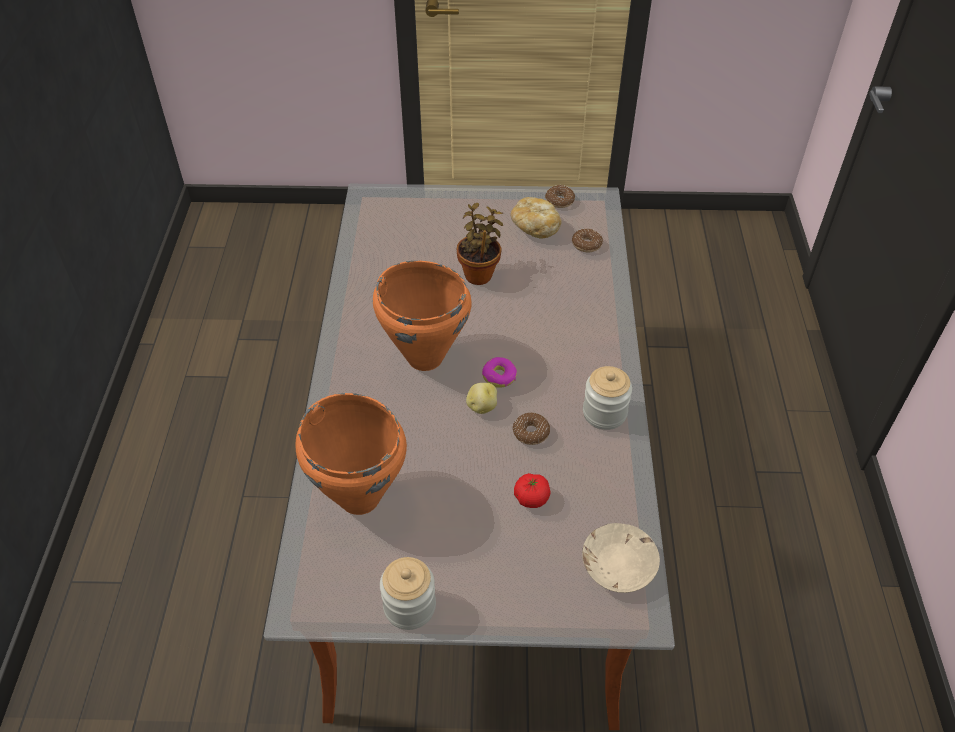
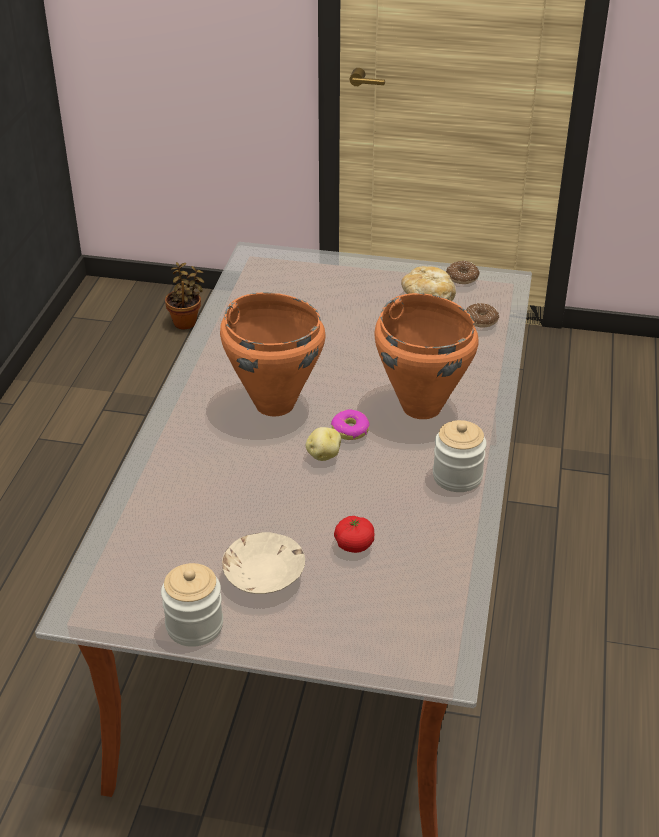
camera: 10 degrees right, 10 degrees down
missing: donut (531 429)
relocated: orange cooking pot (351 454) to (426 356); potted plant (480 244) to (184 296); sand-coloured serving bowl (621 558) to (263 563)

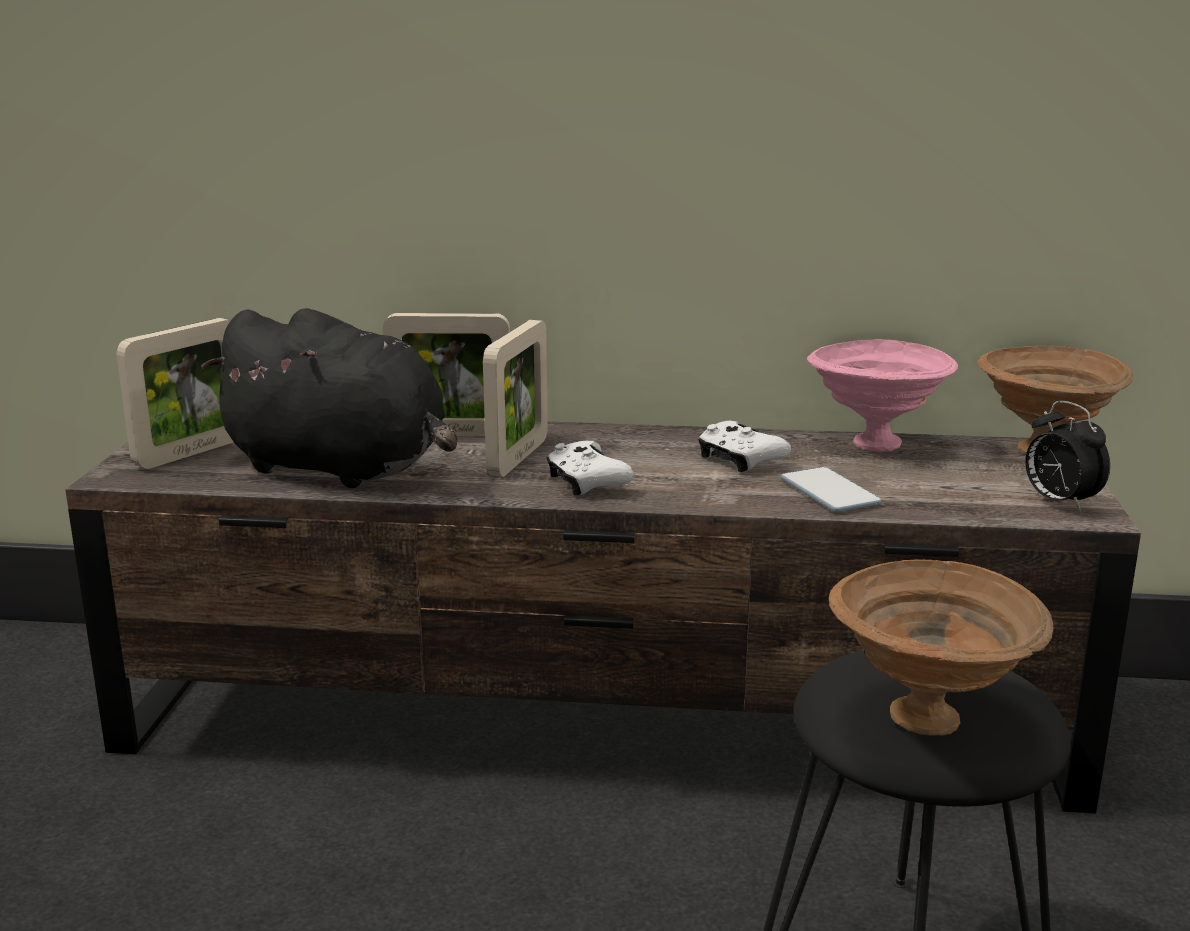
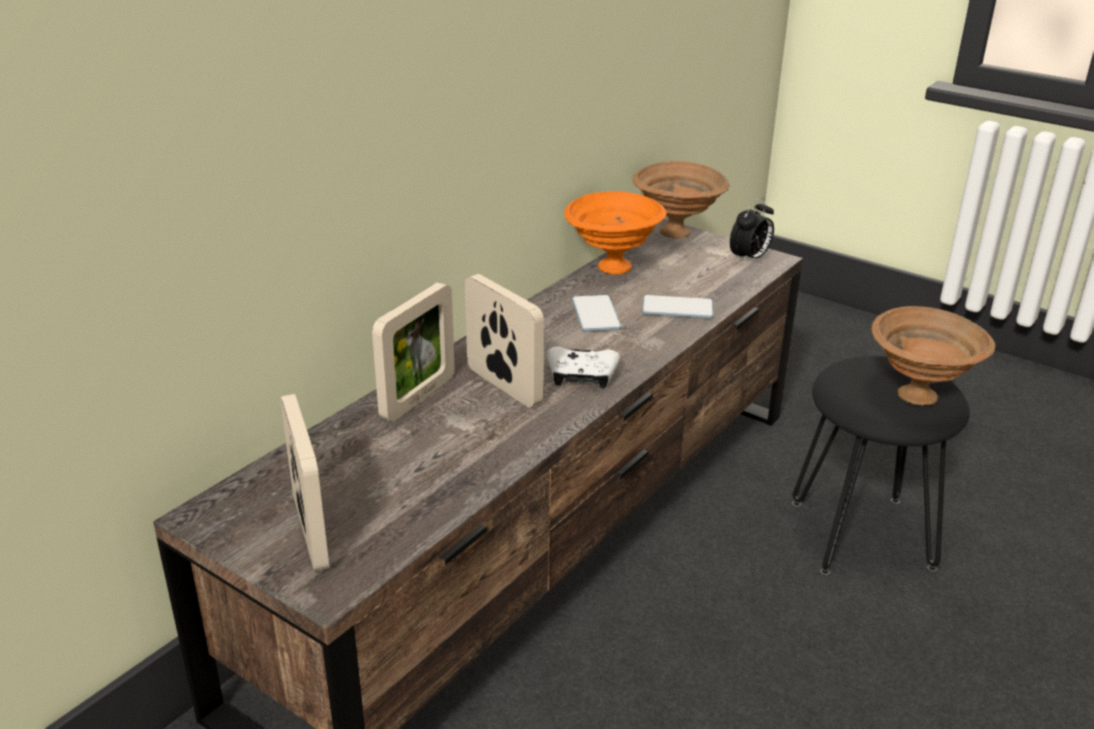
camera: 60 degrees left, 10 degrees up
missing: black plush toy (328 398)
exchanged: white-coloured game controller (744 446) to phone (596 313)
colour: pinkish serving bowl (882 395) to orange serving bowl (615 233)
spun: table clock (1067 456) = (752 231) 45 degrees counterclockwise

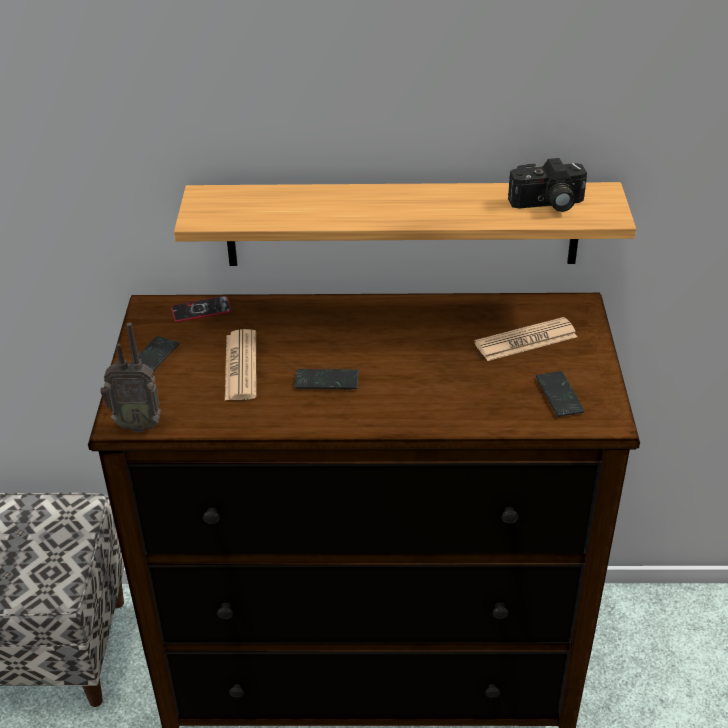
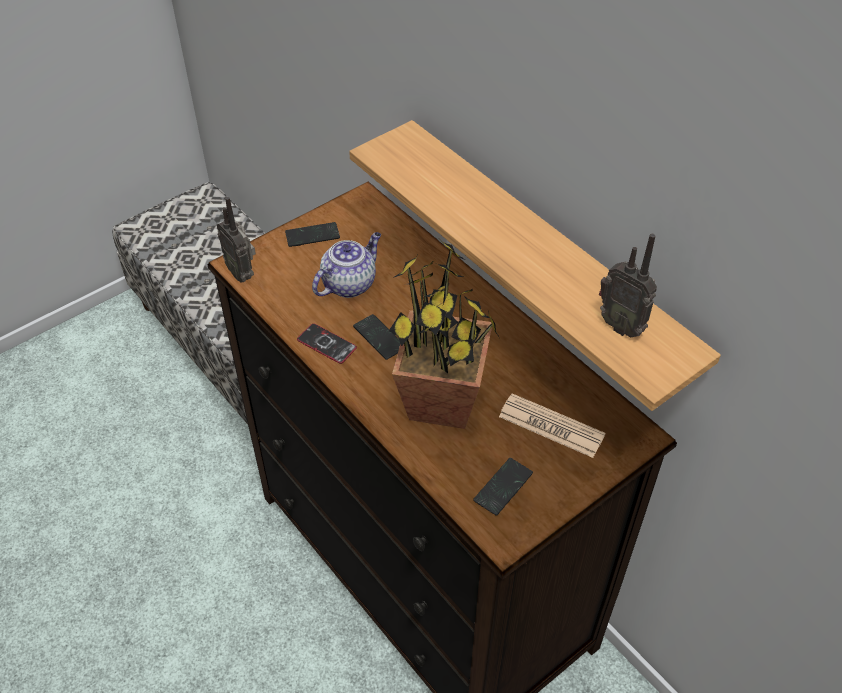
camera: 50 degrees right, 10 degrees up
appeared: potted plant (444 335)
relocated: phone (201 309) to (327 343)
exchanged: newspaper (241 364) to teapot (346 265); still camera (547 185) to radio set (628 285)

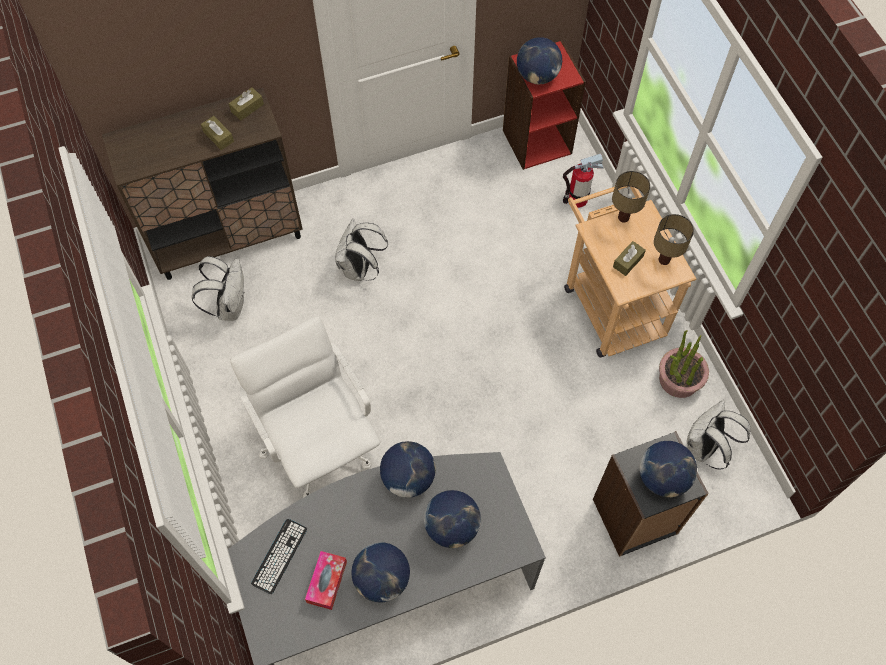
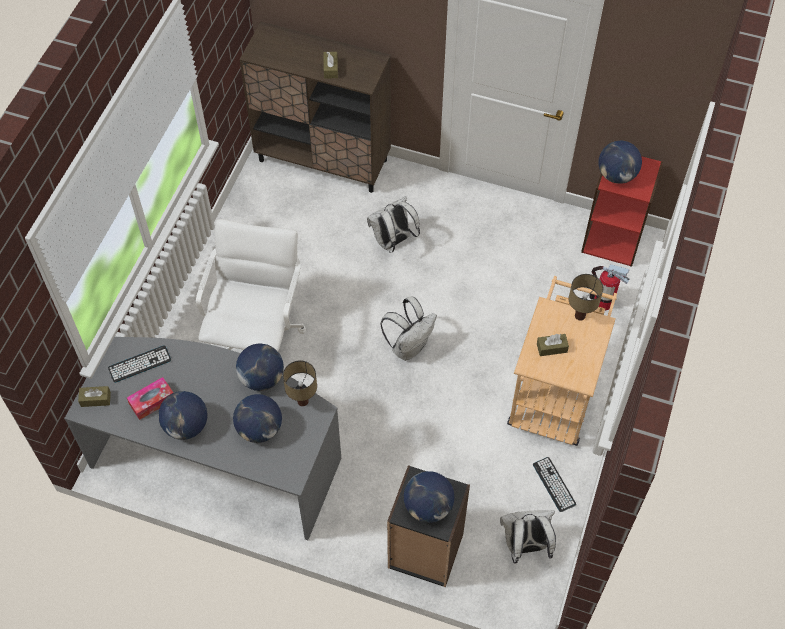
camera: 40 degrees right, 5 degrees down
relocated: white-coloured backpack (218 288) to (408 329); brown-coloured box of tissues (246 104) to (94 396); lamp for a table (674 239) to (300 383)
exchanged: potted plant (684 364) to computer keyboard (554 484)

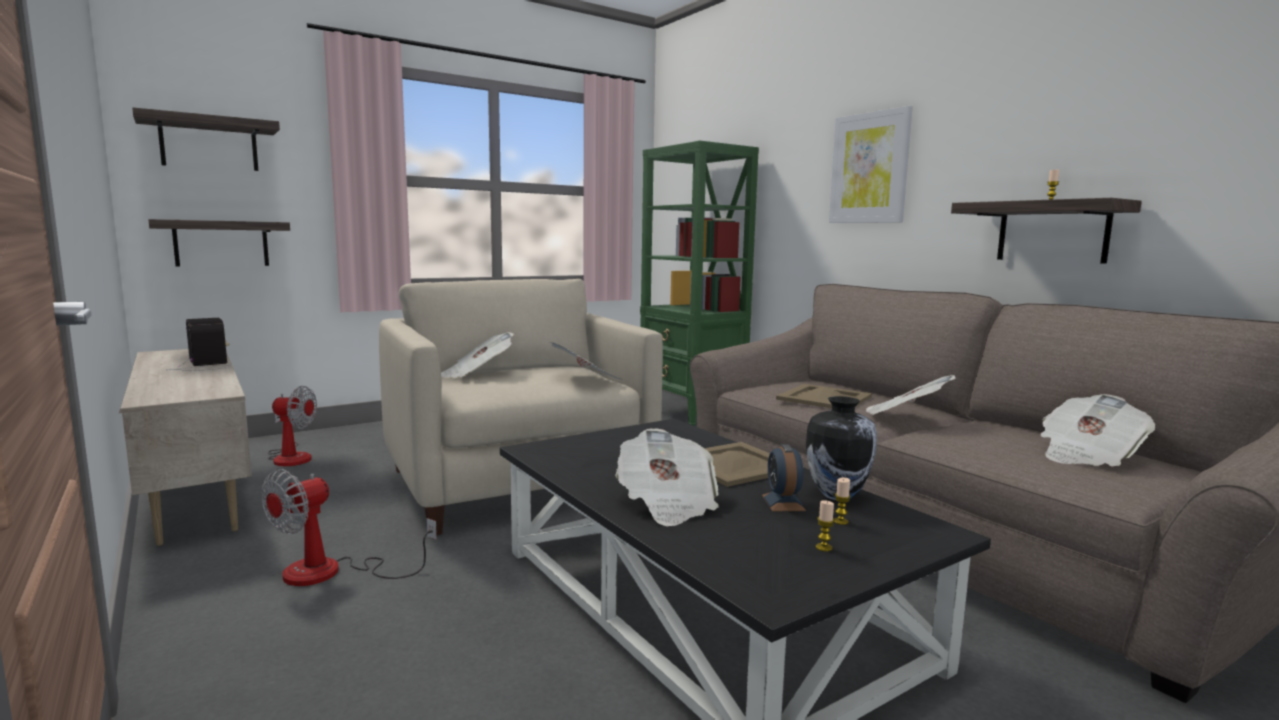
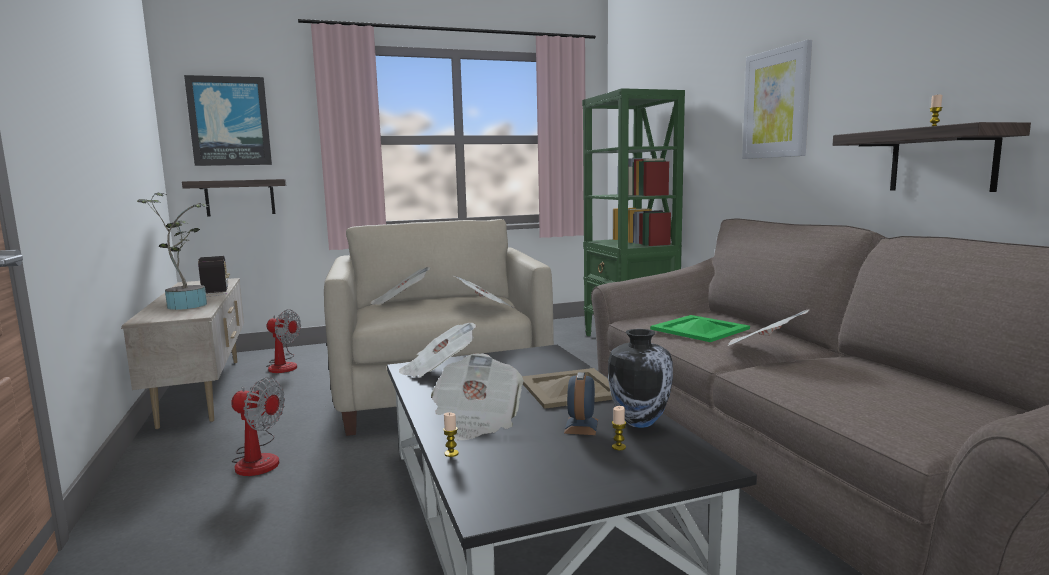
camera: 15 degrees right, 0 degrees up
appeared: potted plant (172 251)
relocated: candle (825 526) to (451 434); newspaper (1098 430) to (438 350)
exchanged: bracket shelf (206 139) to wall picture (228 120)
colour: sand-coloured tray (824 396) to green tray (700 328)
spun: electric fan (349 527) = (258 427) 120 degrees counterclockwise

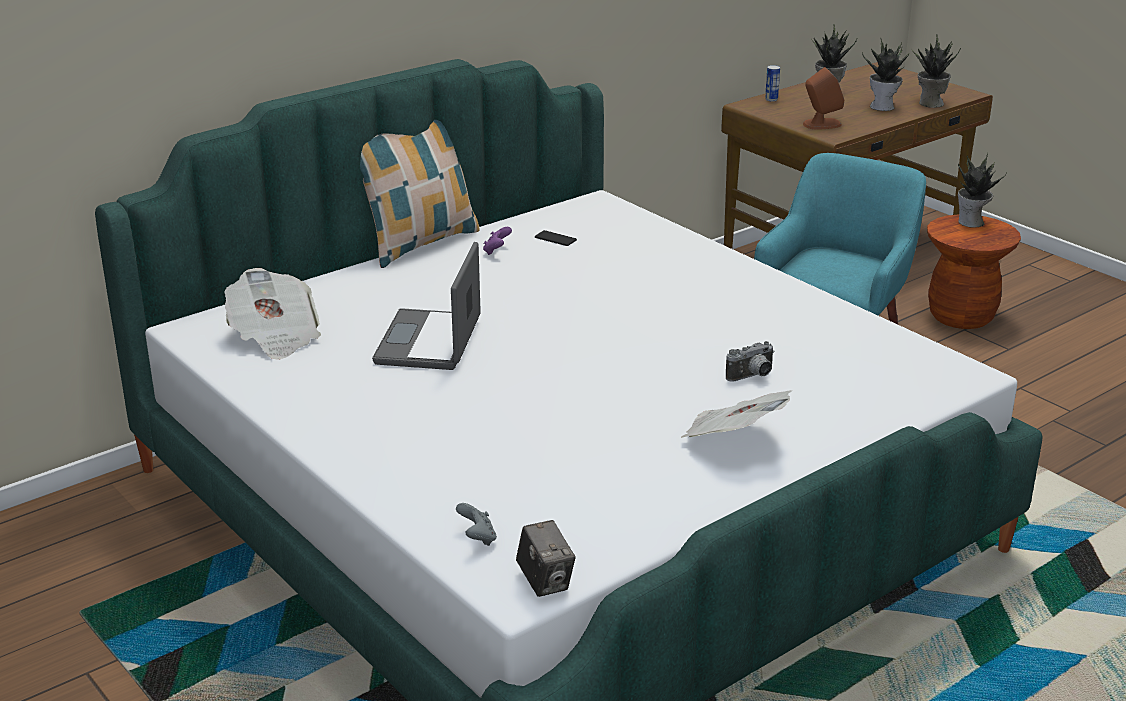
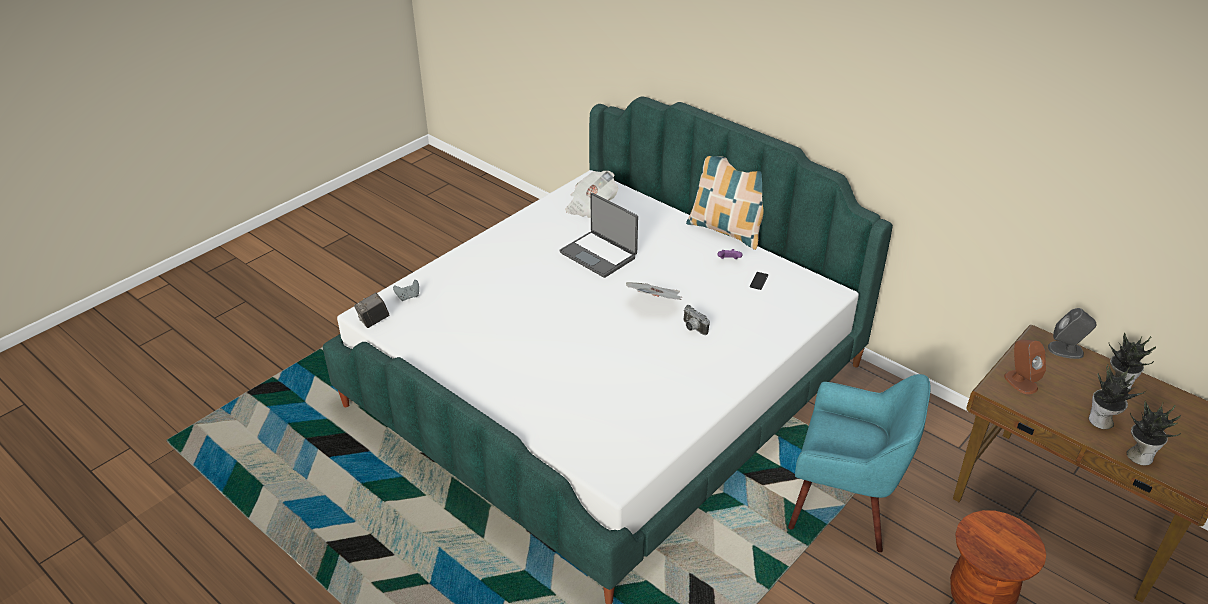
camera: 80 degrees right, 10 degrees up
missing: potted plant (982 190)
relocated: newspaper (736 414) to (654 291); still camera (750 361) to (696 320)
exchanged: can (772 83) to gray speaker (1072 333)
spun: portable computer (426 306) = (598 235) 135 degrees counterclockwise

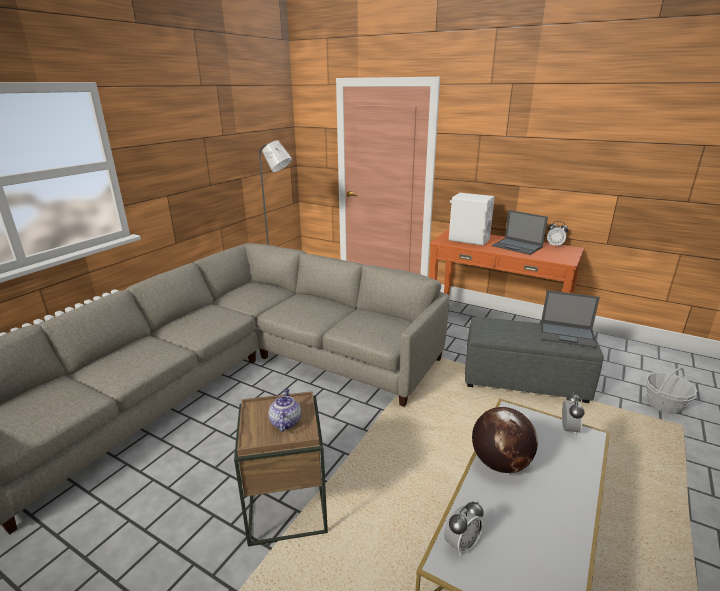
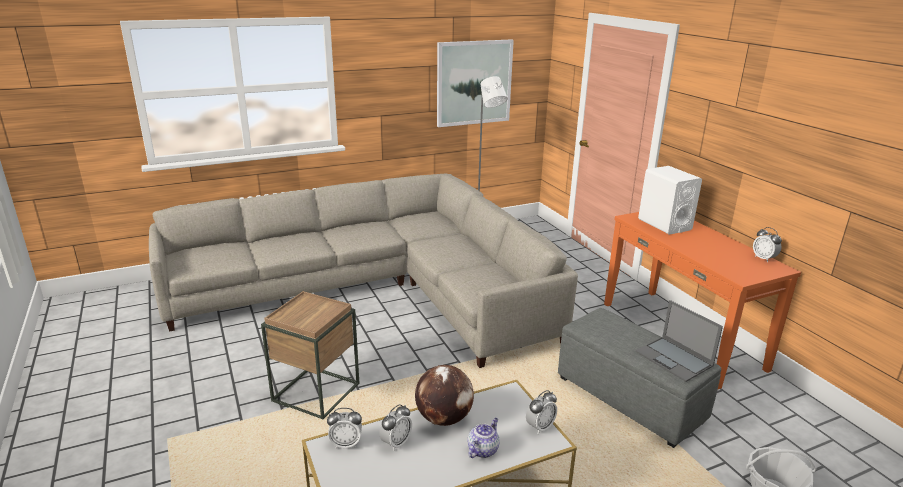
camera: 35 degrees right, 0 degrees up
missing: portable computer (520 232)
appeared: table clock (395 427); wall picture (475 83)
relocated: teapot (284 410) to (483 438)

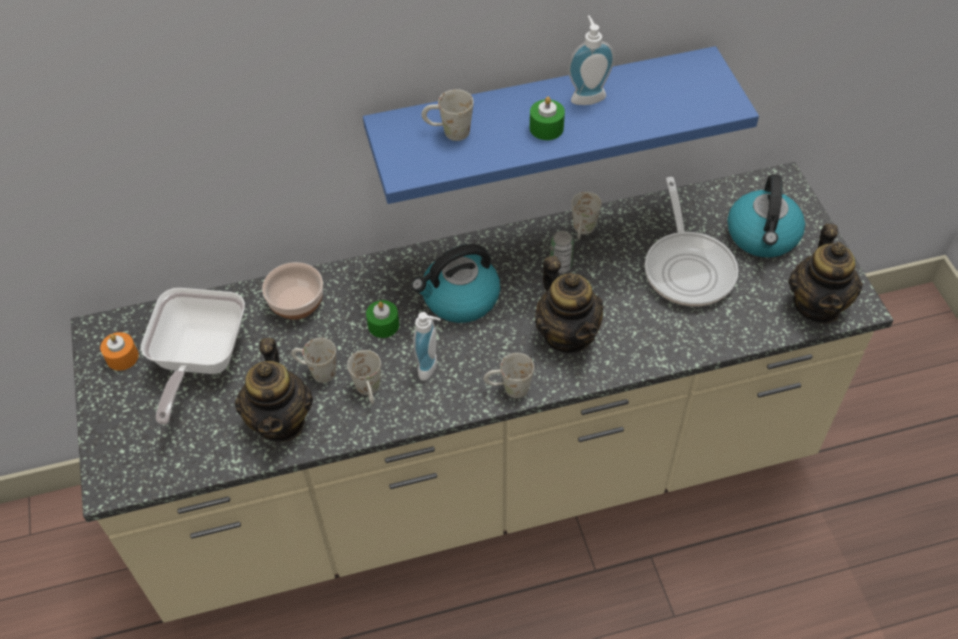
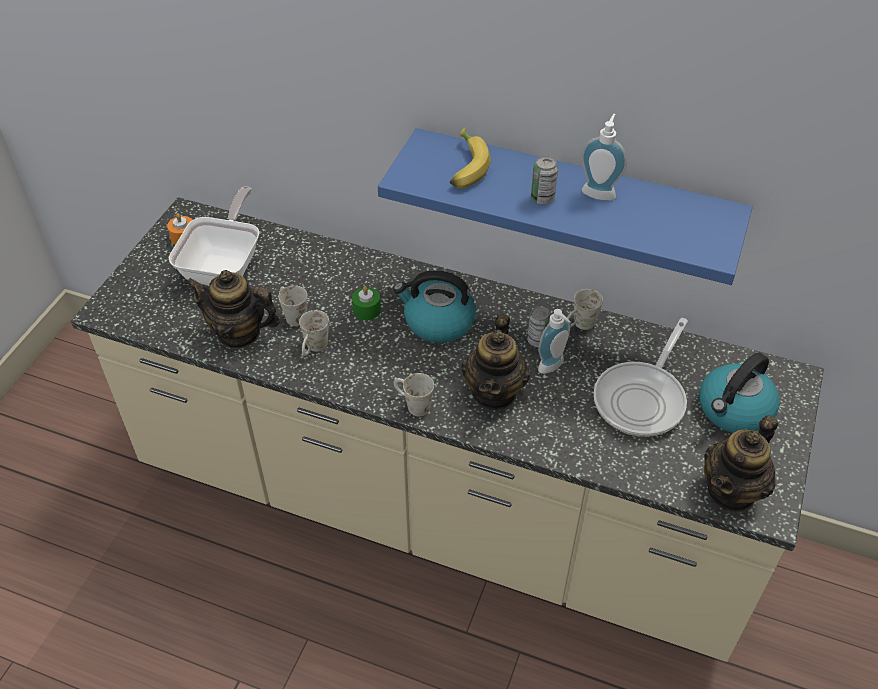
camera: 35 degrees right, 5 degrees down
missing: serving bowl (292 291)
relocated: soap bottle (427 346) to (554 341)
exchanged: white-coloured tea mug (447 115) to whole banana (470 158); green candle (547 118) to can (544 180)
spun: pan (193 356) = (214 236) 150 degrees clockwise; teapot (274 390) = (233 309) 75 degrees clockwise

